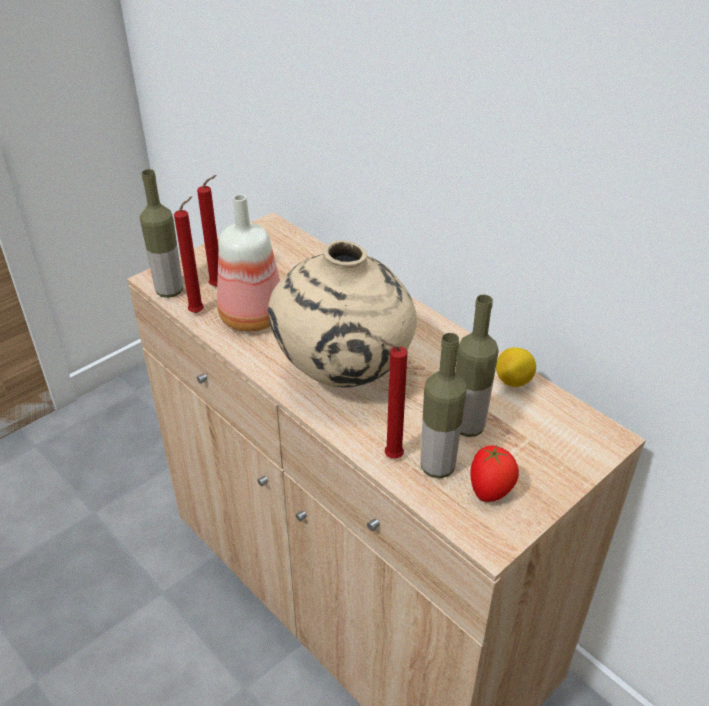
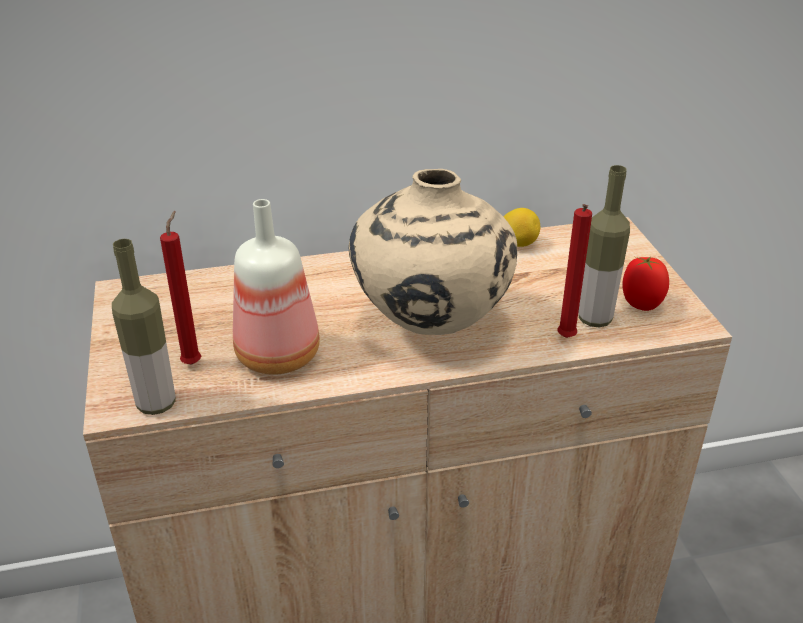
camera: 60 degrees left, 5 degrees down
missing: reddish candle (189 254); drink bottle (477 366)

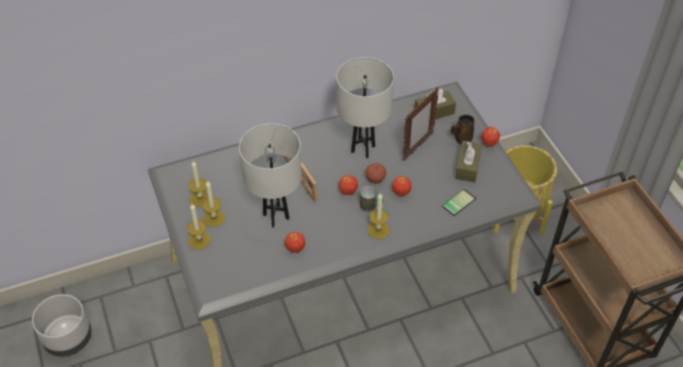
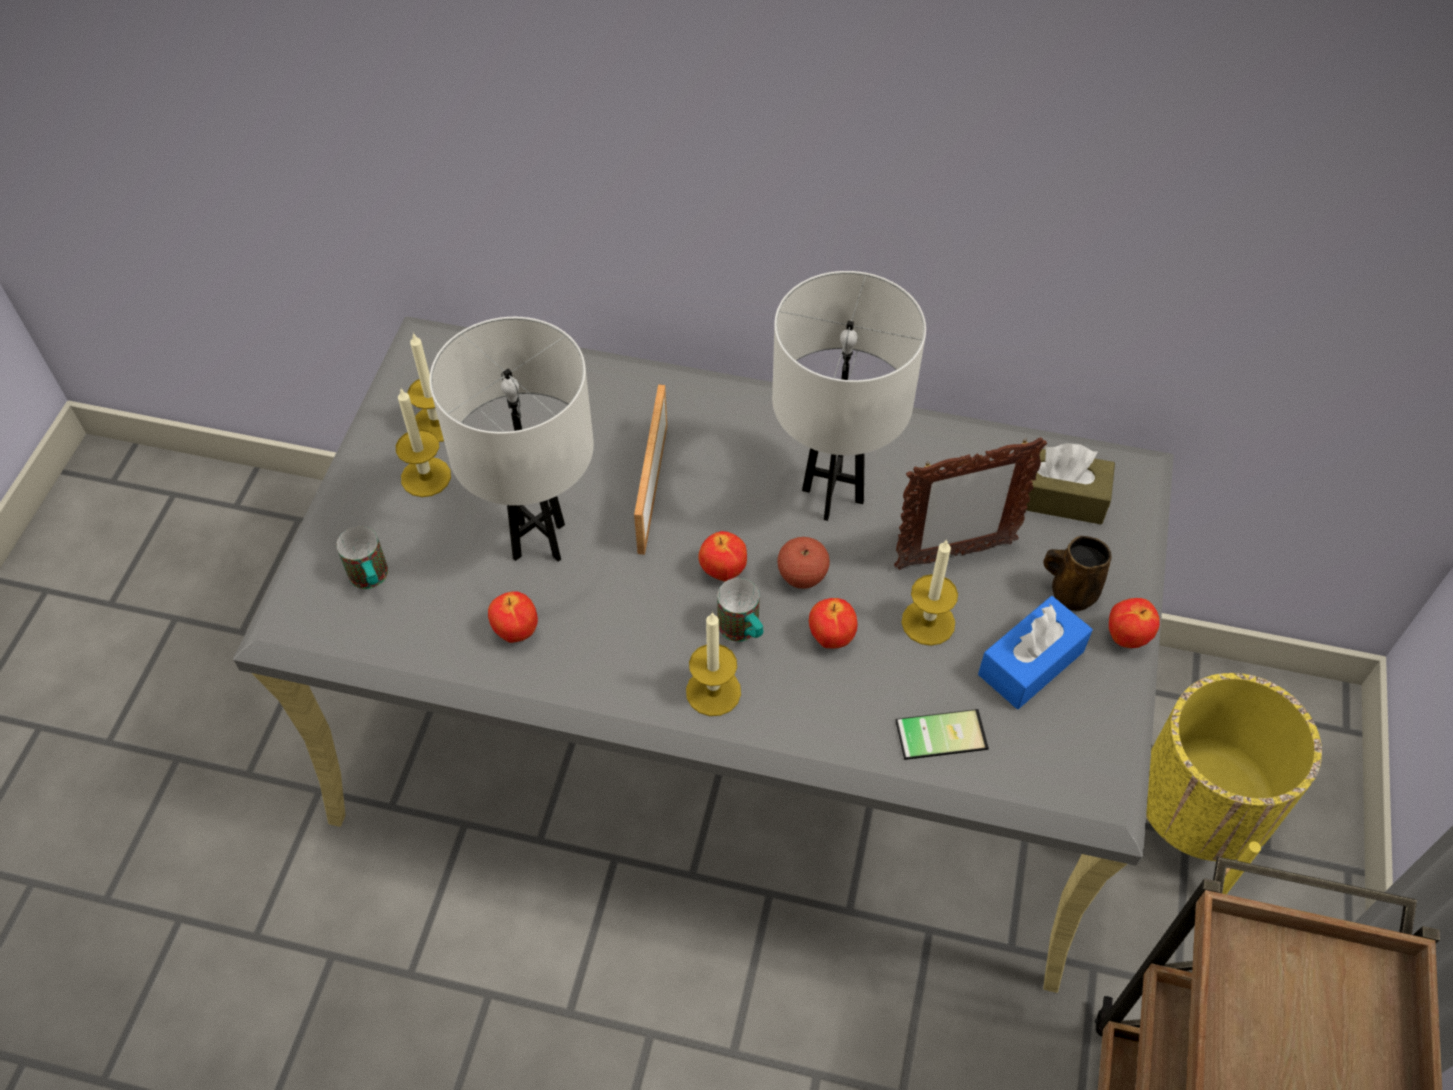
camera: 35 degrees right, 5 degrees up
missing: gray plant pot (61 325)
appeared: tea mug (362 557)
relocated: candle (199 227) to (930 592)
colour: brown-coloured box of tissues (468 161) to blue box of tissues (1035 652)

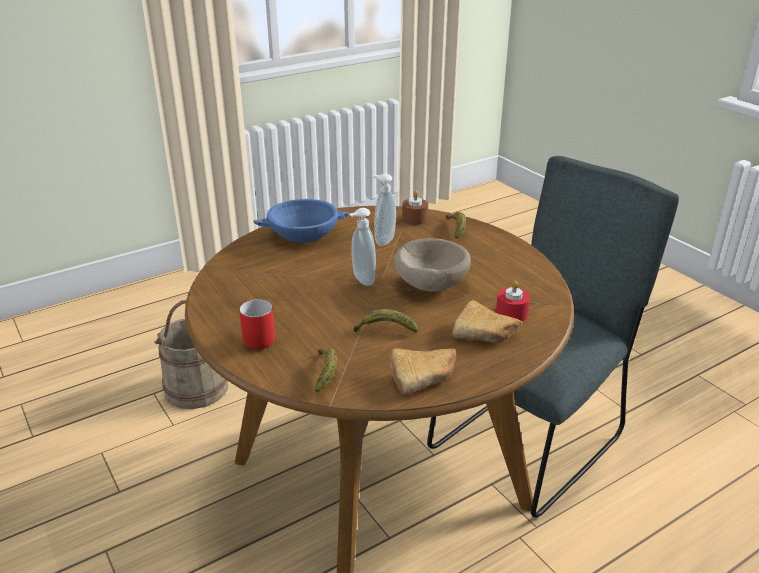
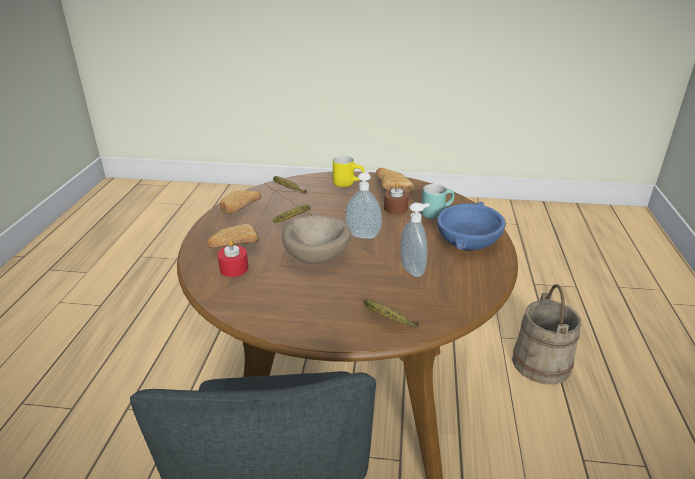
camera: 130 degrees right, 0 degrees up
appeared: bread (395 180); turquoise tea mug (438 201)
relocated: brown-coloured candle (415 208) to (396 198)
colour: reddish tea mug (257 324) to yellow tea mug (349 171)

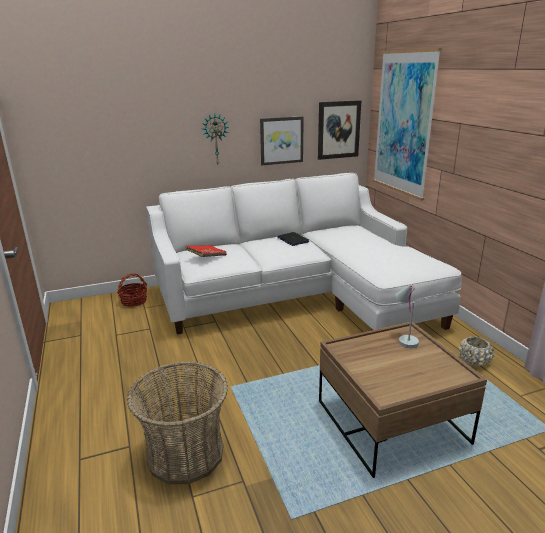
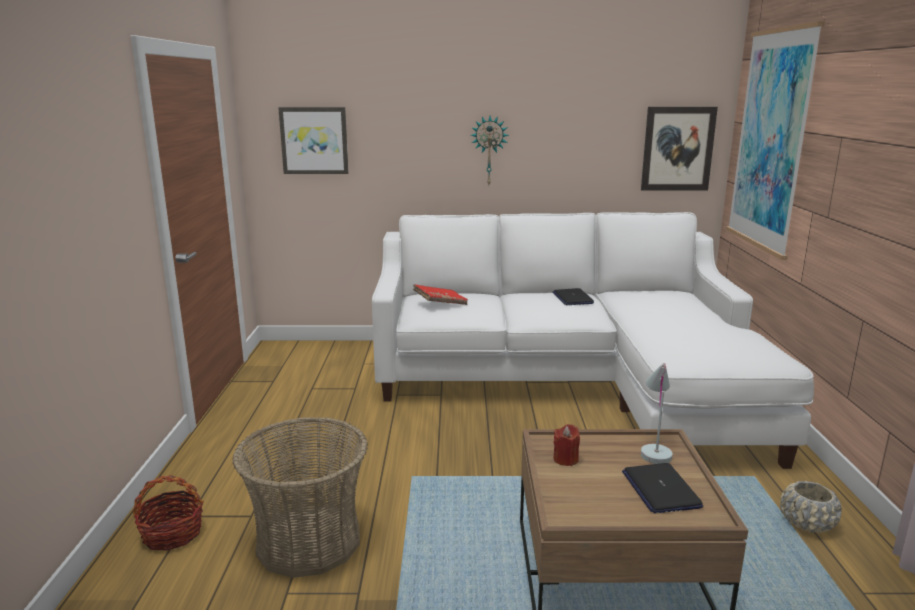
camera: 20 degrees right, 5 degrees down
appeared: reddish candle (566 445); portable computer (662 488)
relocated: basket (132 290) to (168 513); wall picture (282 140) to (313 140)

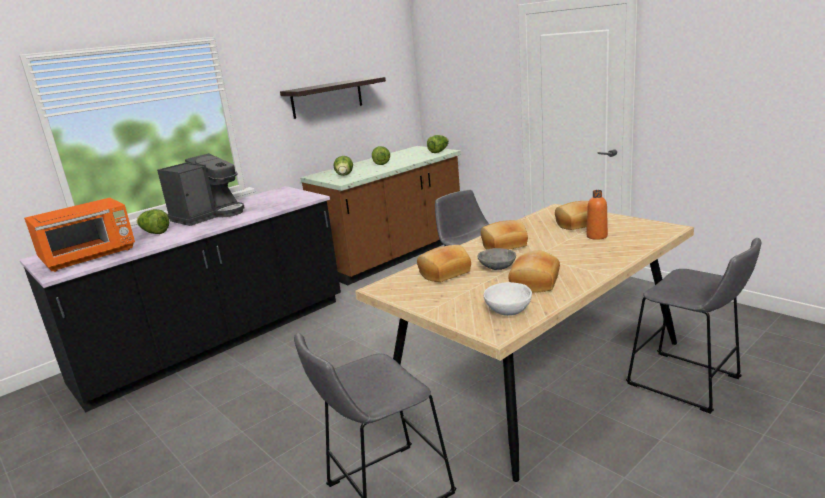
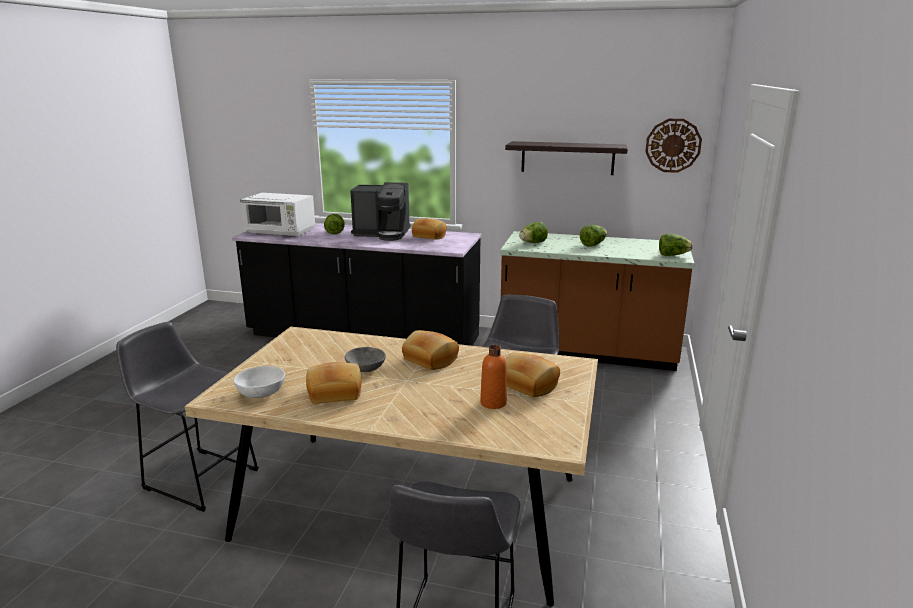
camera: 55 degrees right, 0 degrees up
appeared: hanging clock (673 146)
relocated: bread (444 263) to (429 229)
colour: orange kitchen microwave (79 235) to white-coloured kitchen microwave (277 215)

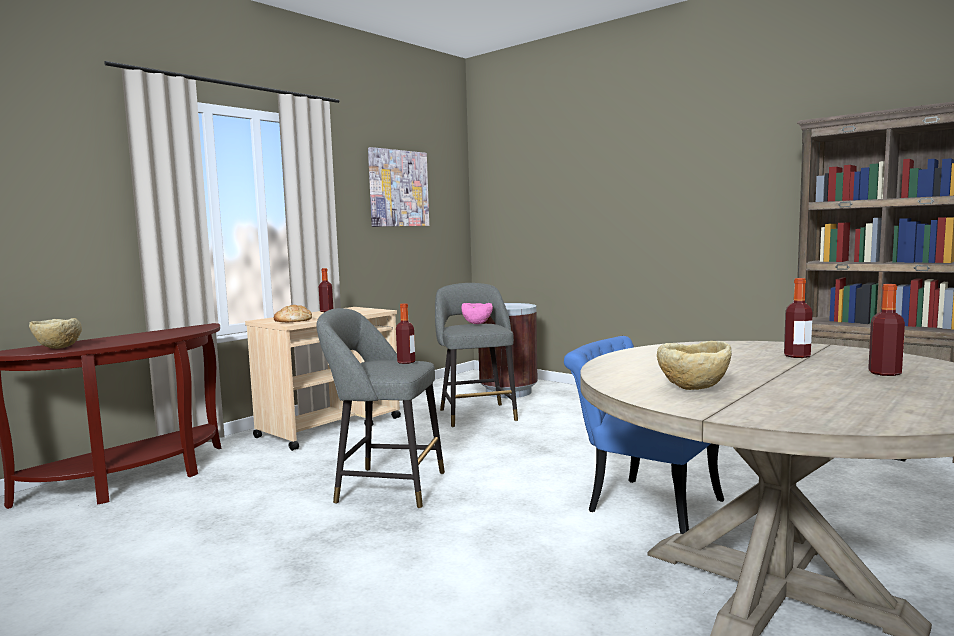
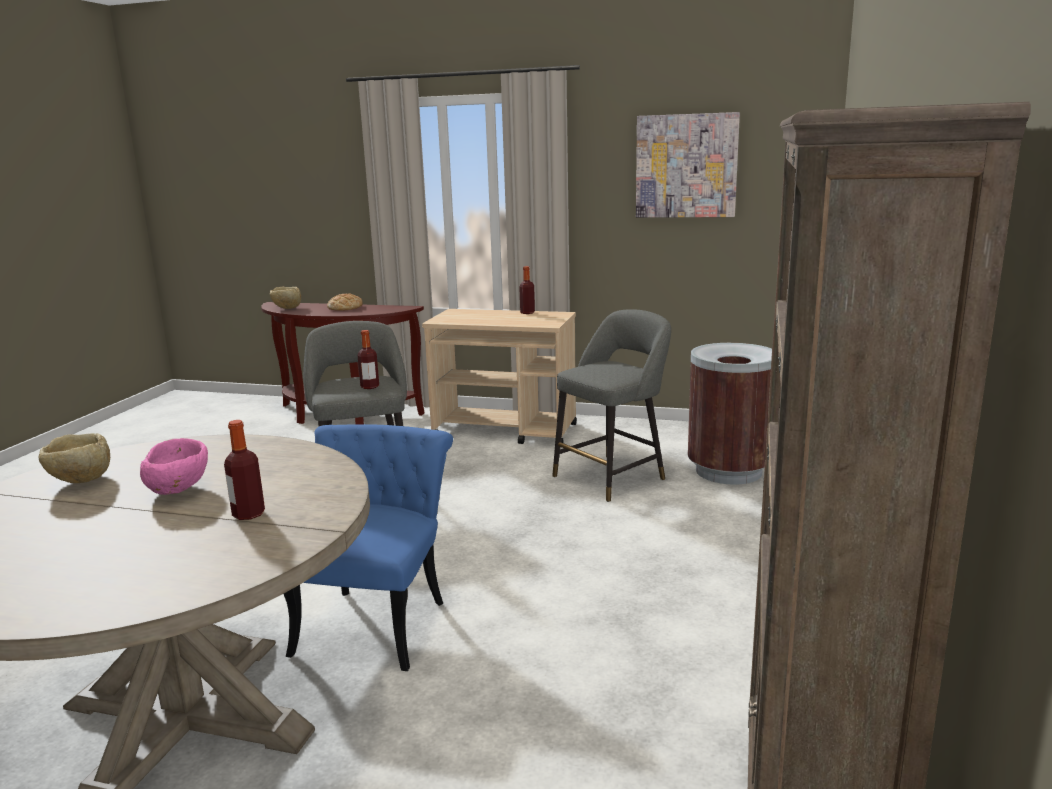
camera: 65 degrees right, 10 degrees up
missing: drink bottle (886 330)
relocated: bread (293 313) to (345 302); pinkish serving bowl (477 313) to (174 466)

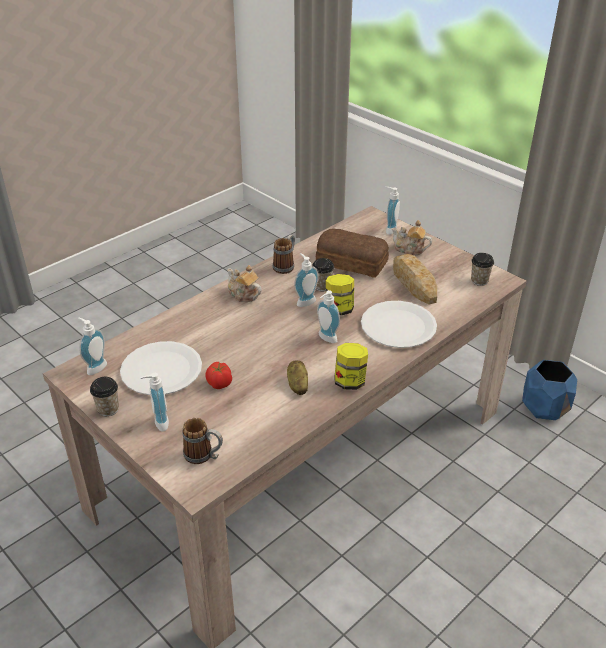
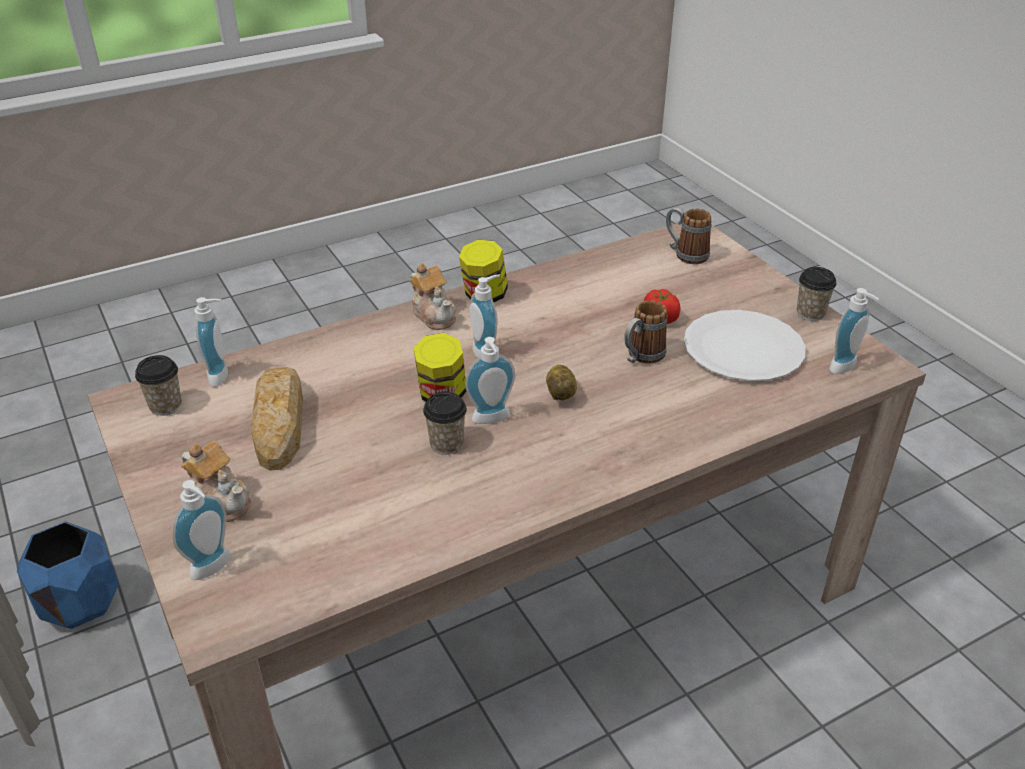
camera: 165 degrees left, 0 degrees up
missing: bread (352 253); white-coloured plate (399 324)
relocated: soap bottle (154 402) to (211 342); teapot (244 283) to (432 296); tea mug (284 254) to (645 331); whole potato (297 378) to (561 383)

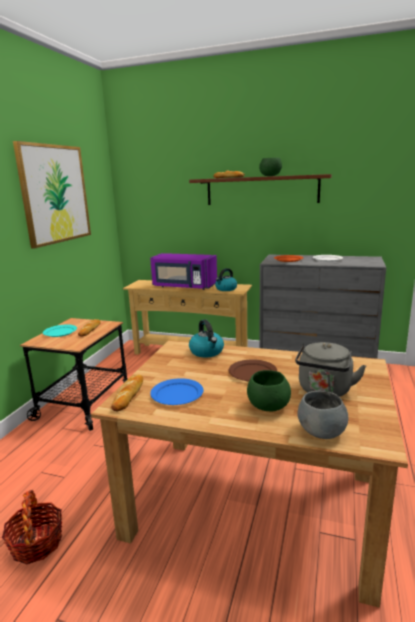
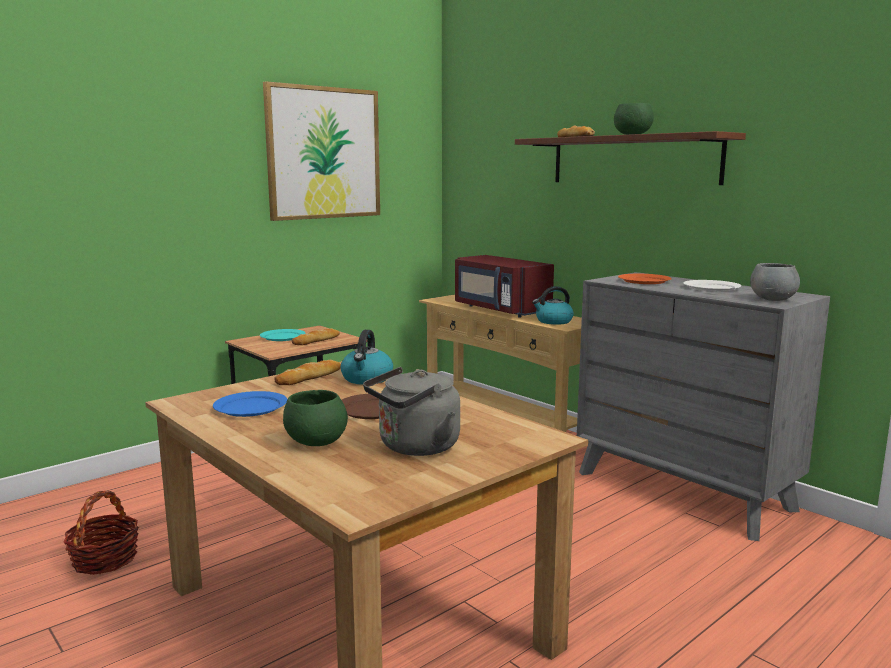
camera: 30 degrees right, 5 degrees down
relocated: bread (127 392) to (307 372); gray serving bowl (322 415) to (775 282)
colour: purple kitchen microwave (183 271) to reddish kitchen microwave (504 286)

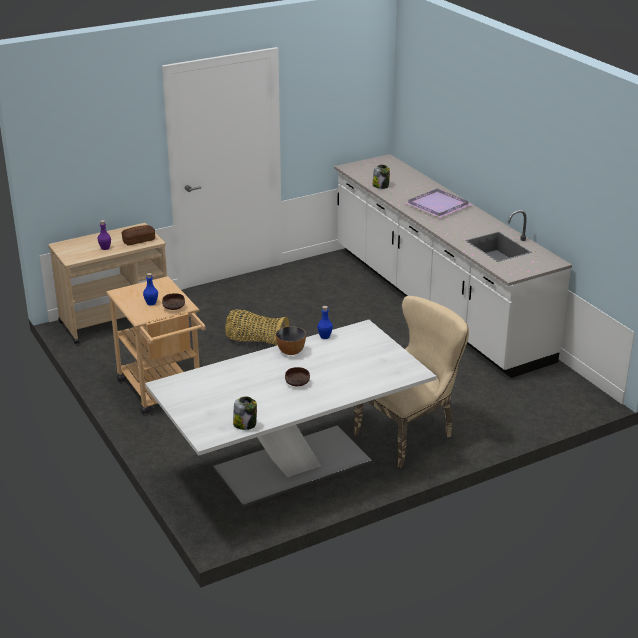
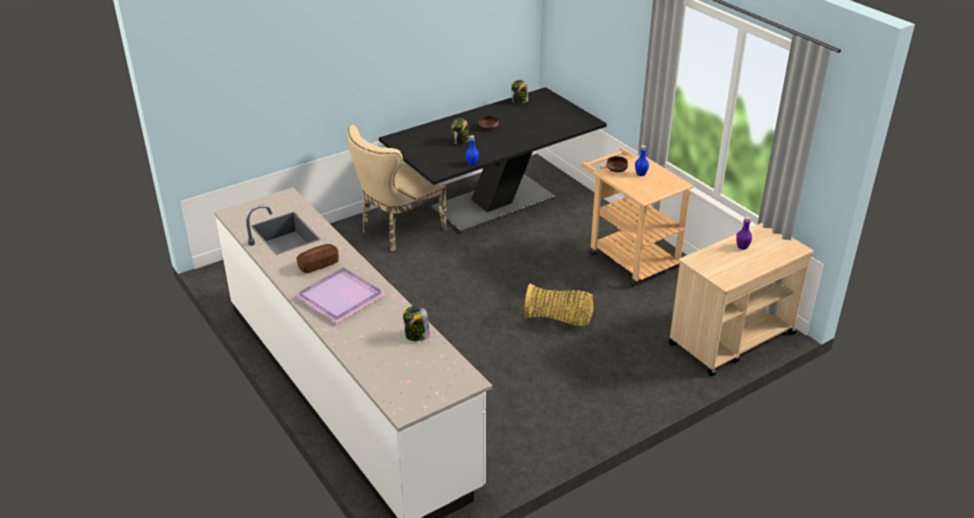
camera: 175 degrees right, 5 degrees up
missing: serving bowl (291 340)
appeared: storage jar (460 131)
relocated: bread (138 235) to (317 258)
colour: white-coloured dining table (291 413) to black dining table (493 159)

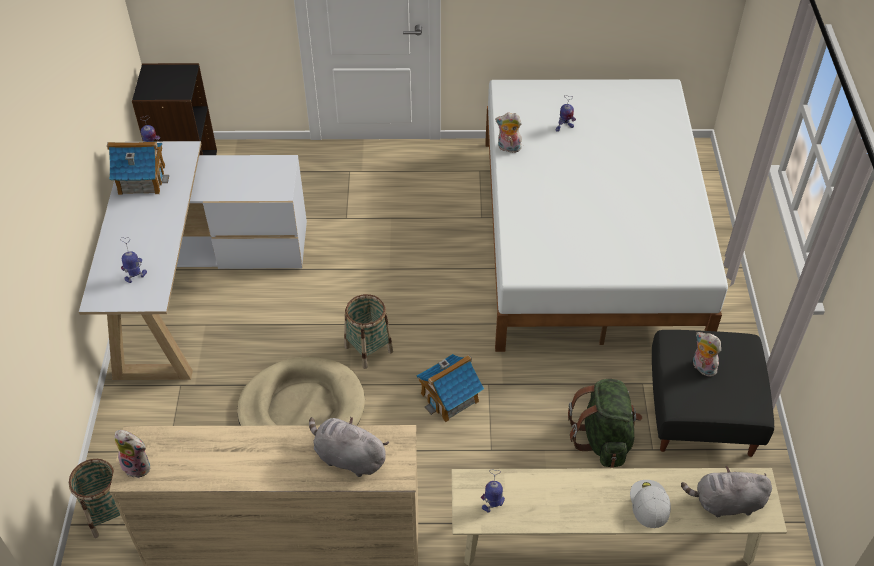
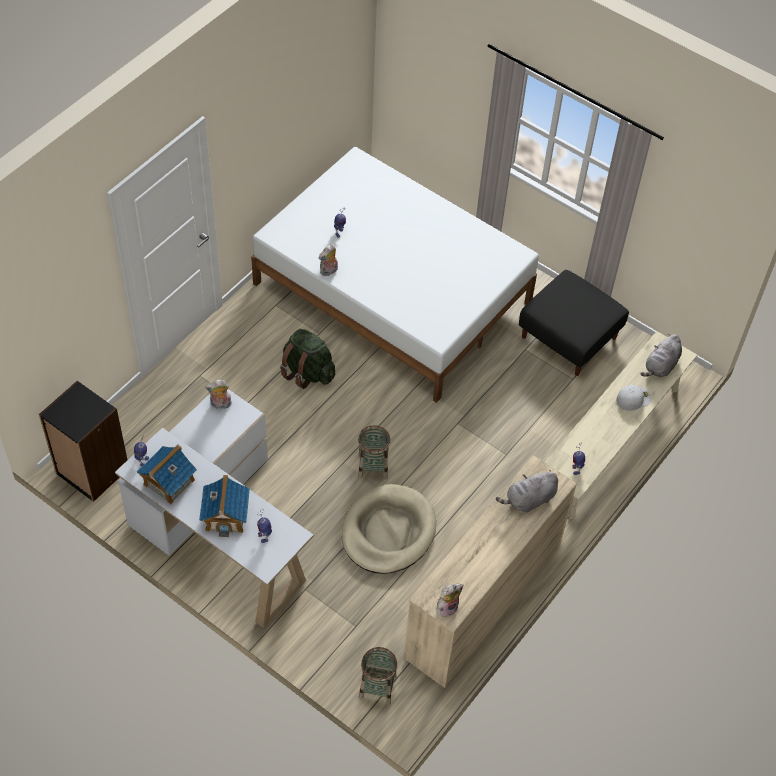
camera: 55 degrees left, 5 degrees up
relocated: miniature house (450 388) to (224 506); green backpack (605 423) to (307 359); plush toy (707 354) to (218 394)
spun: white-coloured cap (650 504) = (634 398) 120 degrees clockwise

